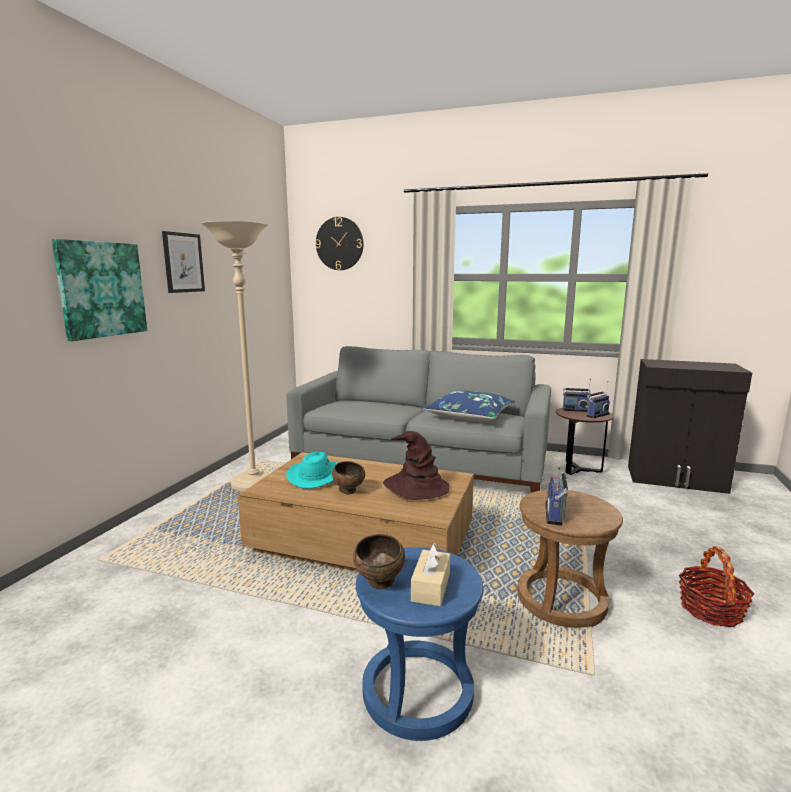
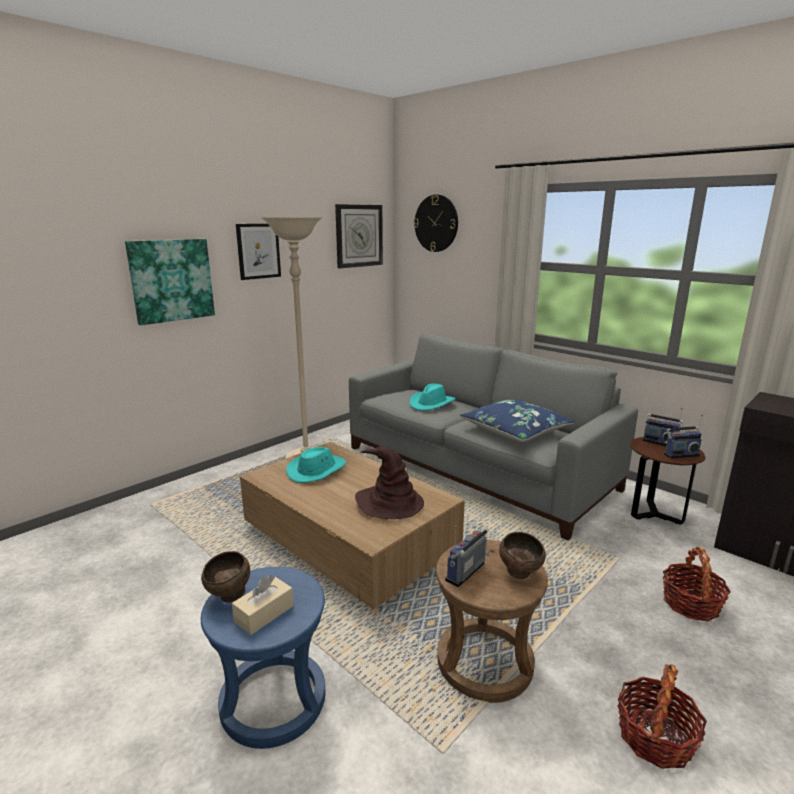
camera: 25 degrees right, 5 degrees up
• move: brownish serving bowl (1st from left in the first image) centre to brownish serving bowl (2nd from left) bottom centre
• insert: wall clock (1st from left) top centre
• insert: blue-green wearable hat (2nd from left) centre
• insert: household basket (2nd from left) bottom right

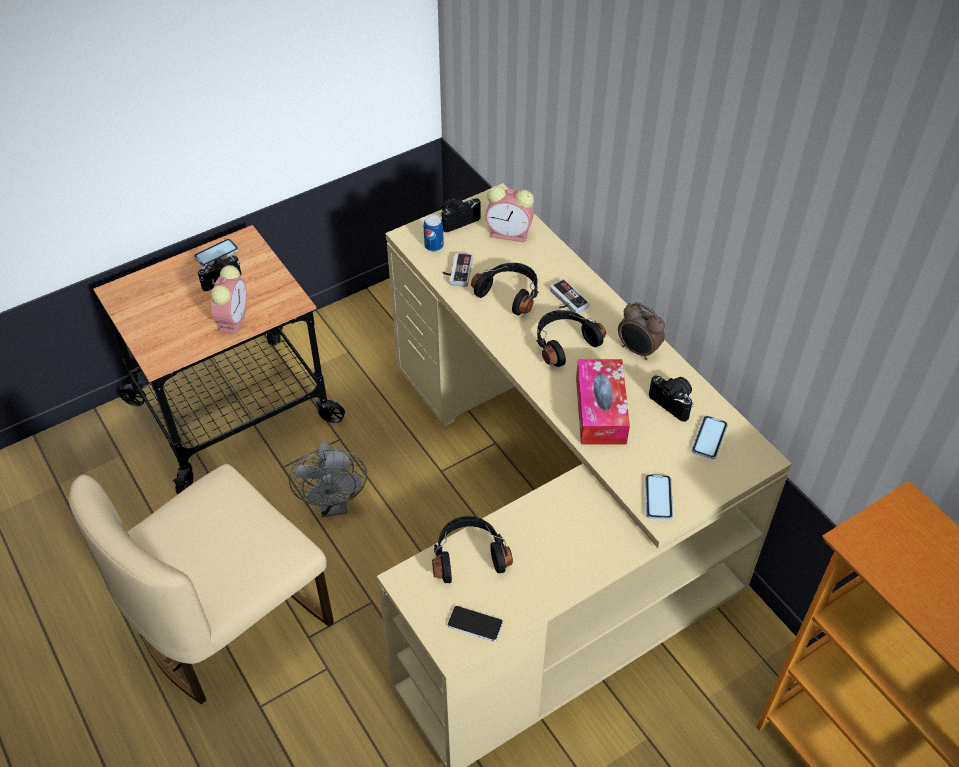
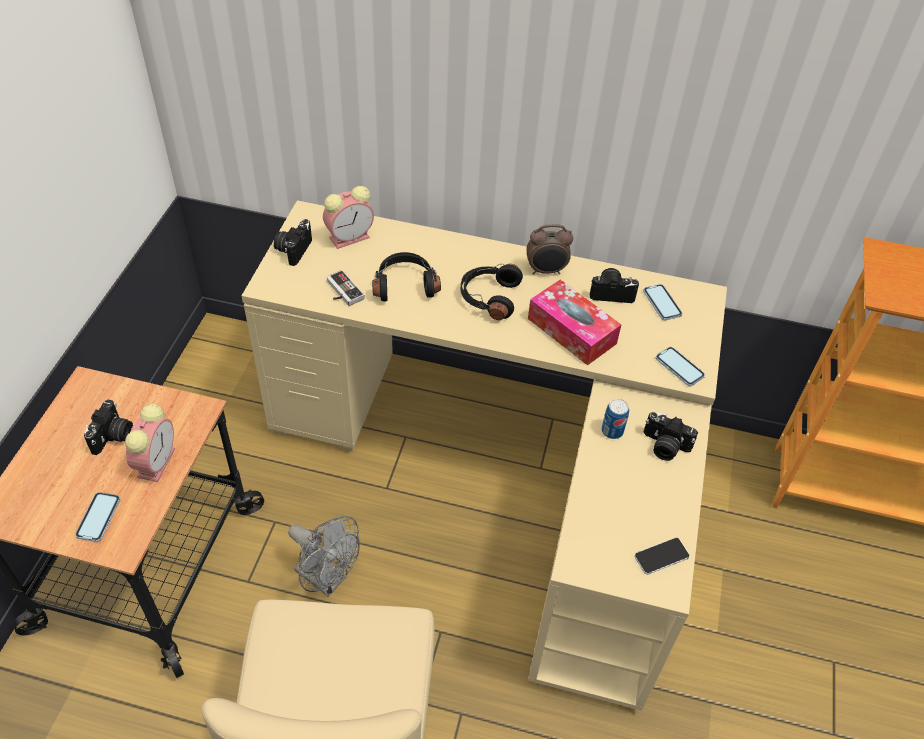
camera: 45 degrees left, 0 degrees up
• move: metal can top centre to centre
• move: phone (1st from left) top left to bottom left
• rotate: bedside clock (1st from left) middle left = middle left 45 degrees clockwise
• delete: game controller (2nd from left) centre
• delete: black headphones (1st from left) bottom centre
• insert: still camera (4th from left) middle right

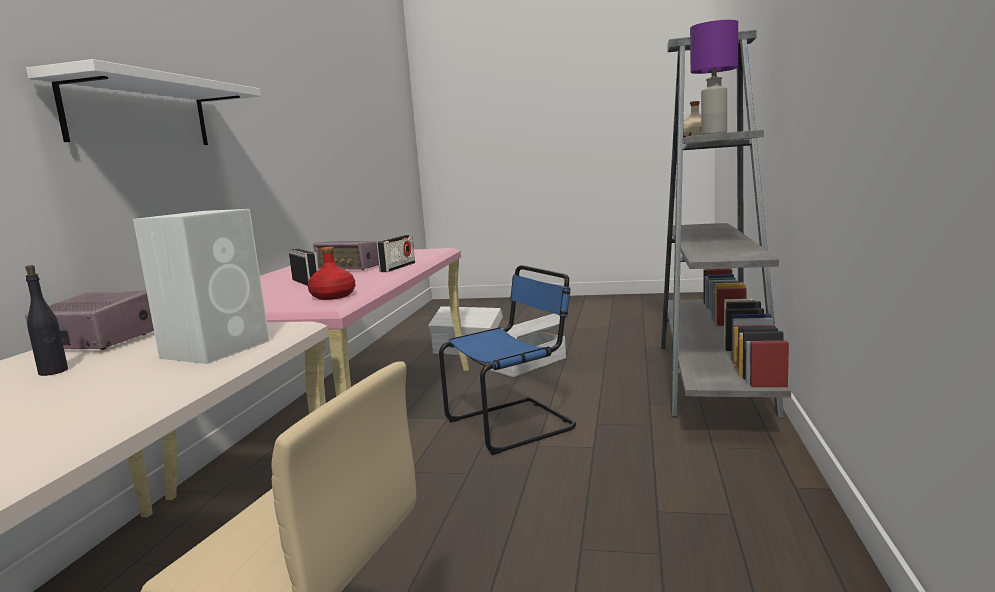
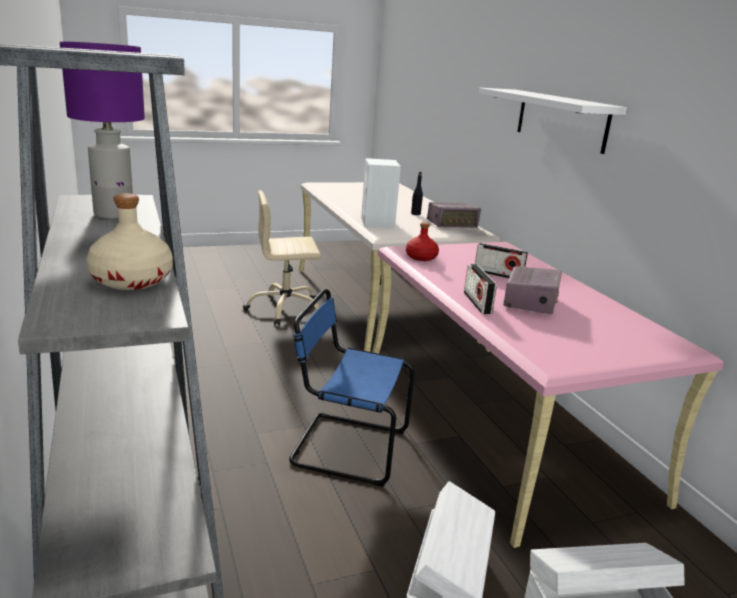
camera: 145 degrees right, 10 degrees up
• rotate: radio set (3rd from left in the first image) centre = middle right 120 degrees clockwise
• rotate: bluish plain chair centre = centre 75 degrees clockwise

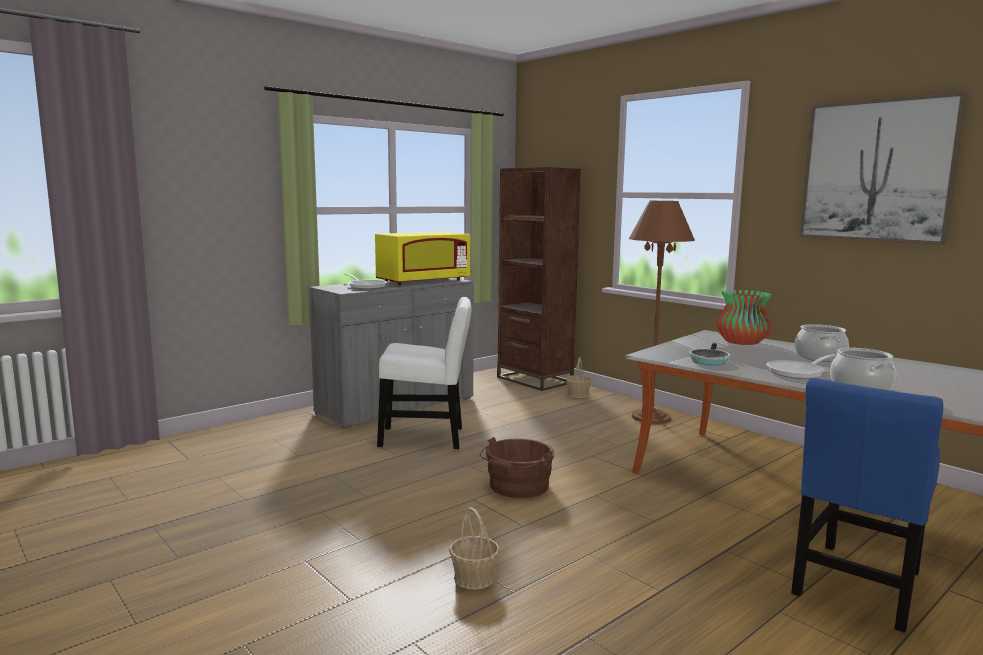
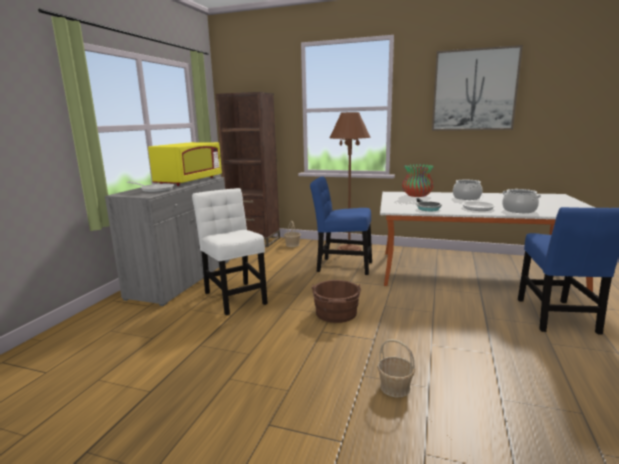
camera: 30 degrees left, 5 degrees up
• rotate: white-coloured plain chair centre = centre 90 degrees counterclockwise
• insert: bluish plain chair (1st from left) centre

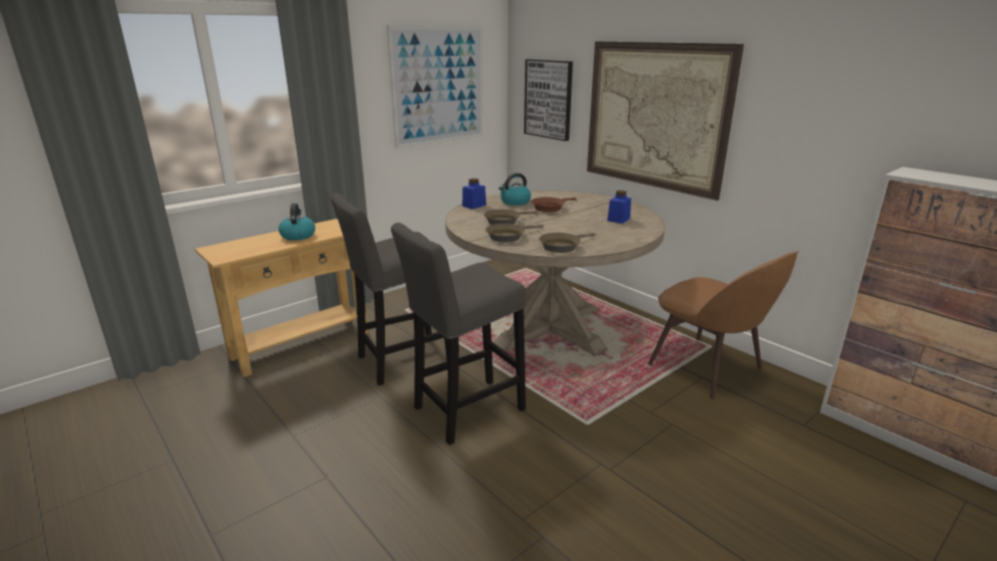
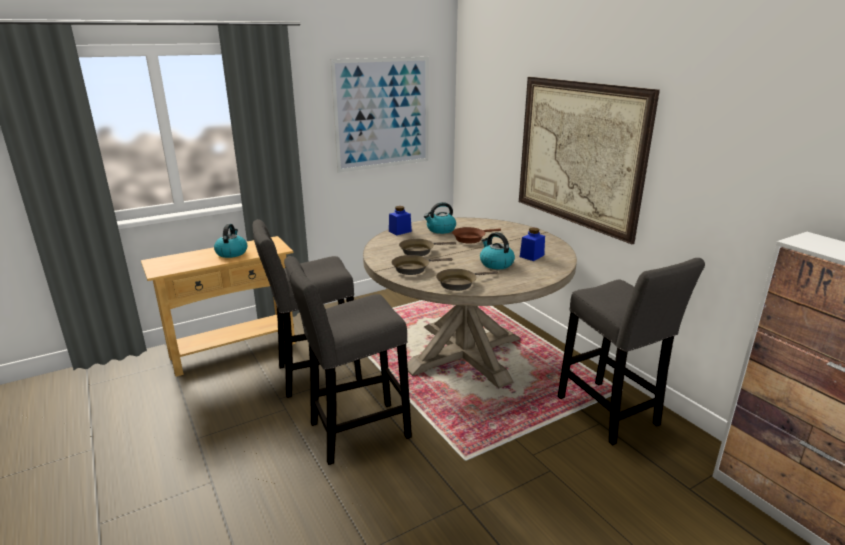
camera: 10 degrees right, 0 degrees up
• delete: wall art (2nd from left) top centre
• replace: brownish plain chair middle right to gray stool seat (3rd from left) middle right
• insert: water kettle (3rd from left) centre

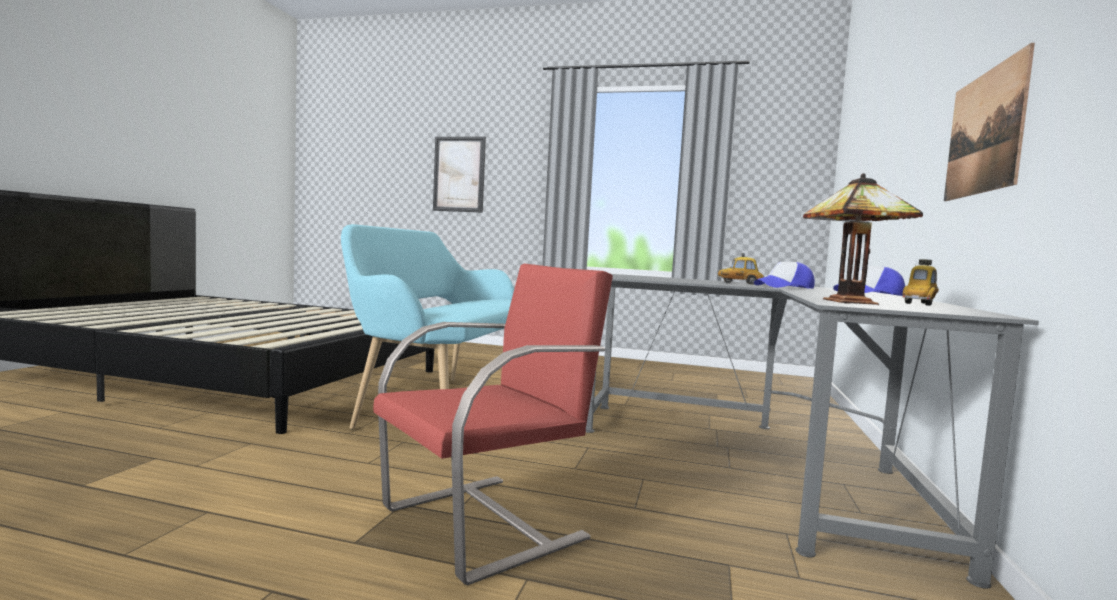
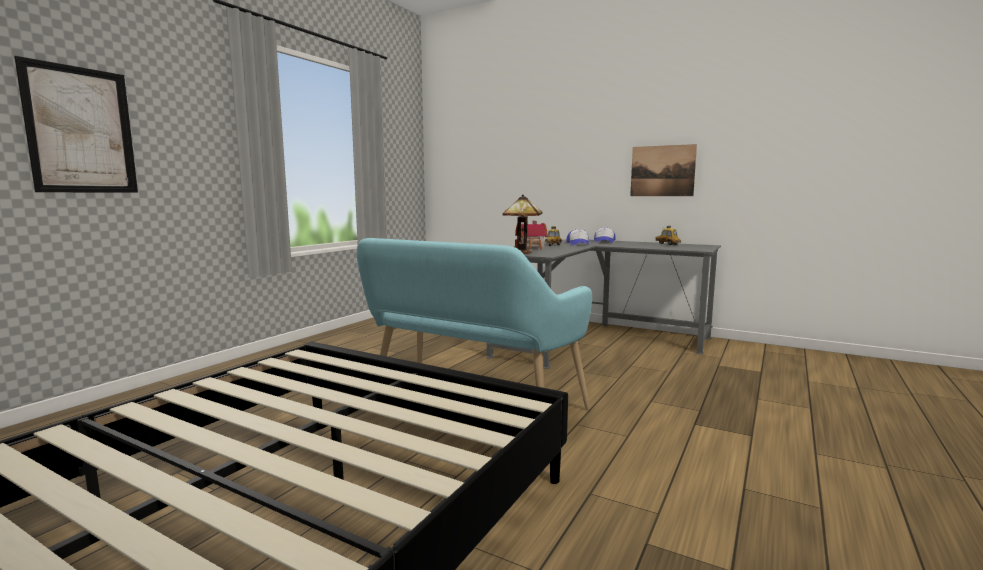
camera: 75 degrees left, 5 degrees up
• move: lamp for a table middle right to centre
• delete: reddish plain chair bottom centre
• insert: model house centre

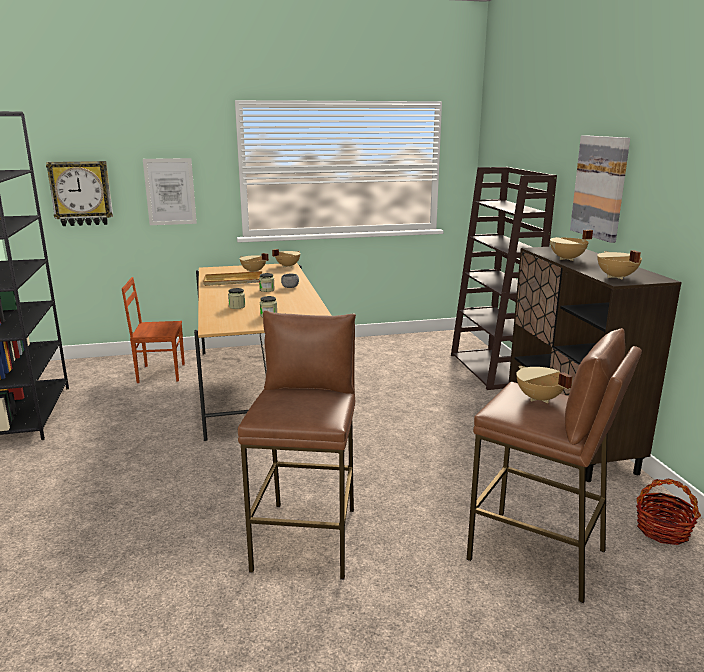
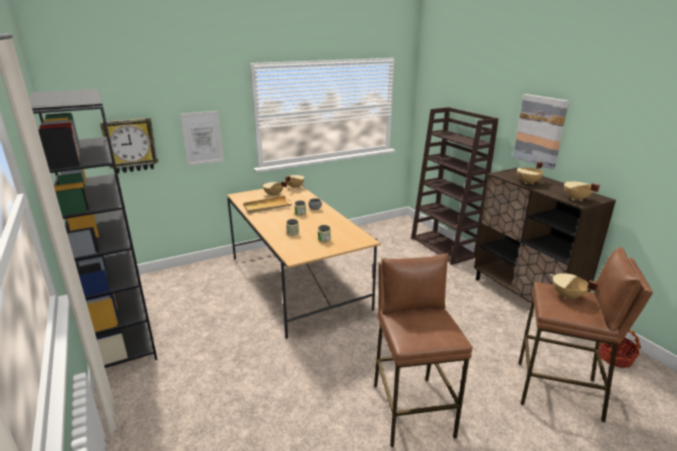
camera: 15 degrees left, 5 degrees up
• delete: brownish plain chair middle left

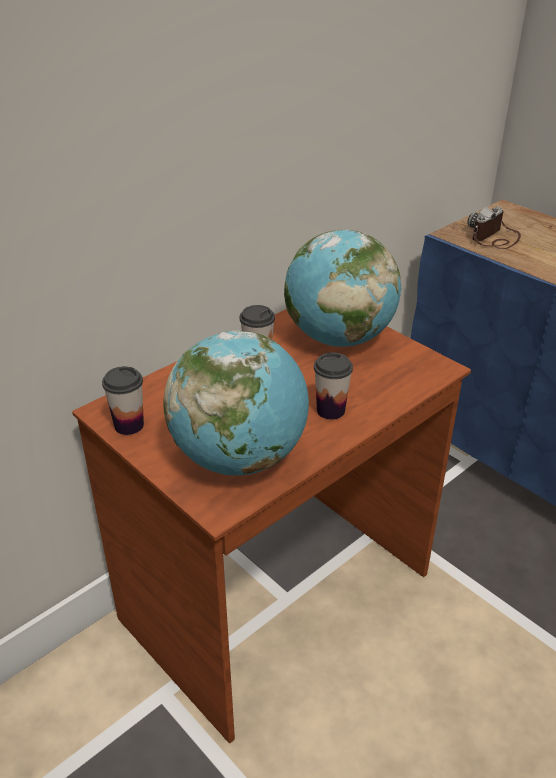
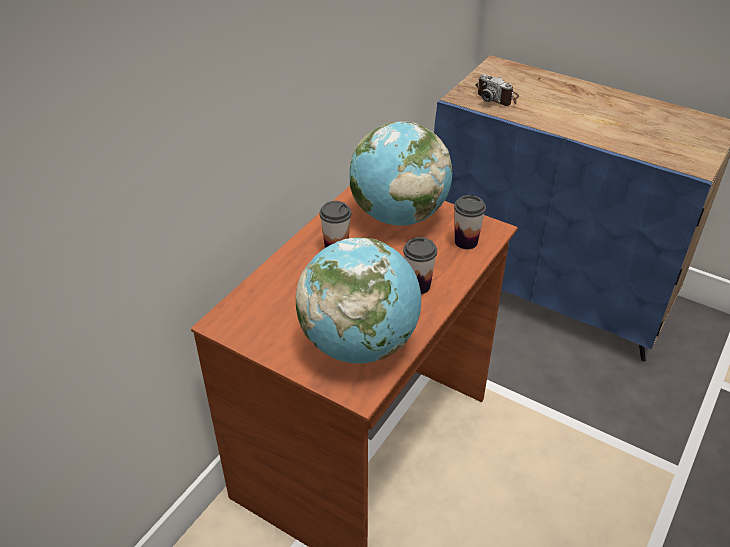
camera: 15 degrees left, 5 degrees up
• rotate: still camera top right = top right 75 degrees counterclockwise
• move: drinking cup (1st from left in the first image) middle left to drinking cup (3rd from left) centre

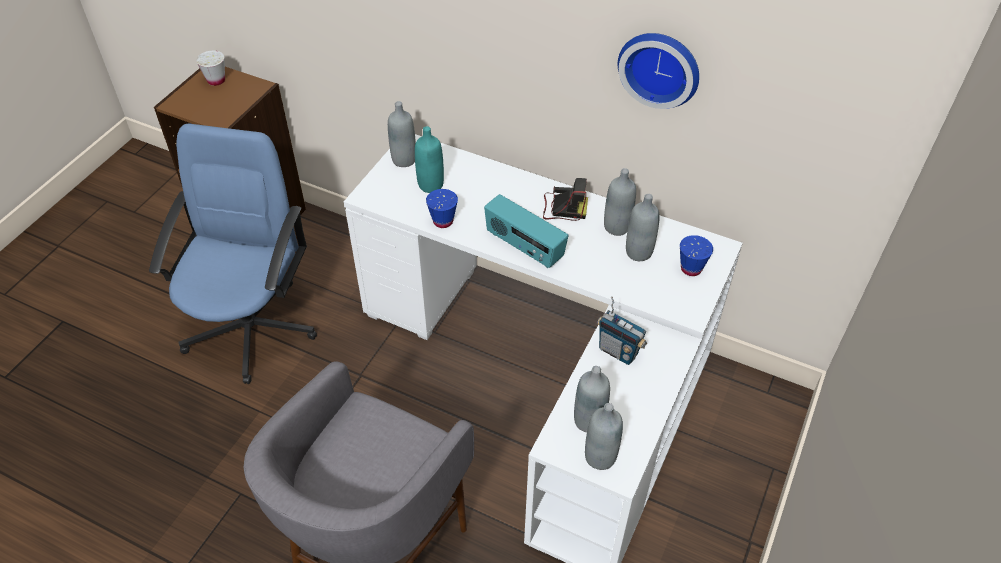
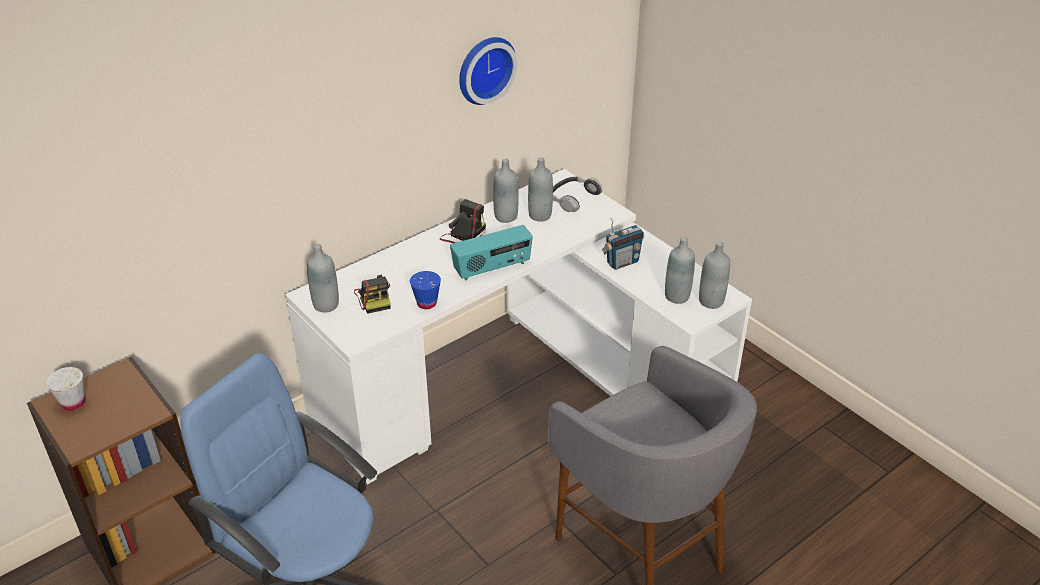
camera: 65 degrees left, 10 degrees down
• replace: blue-green bottle top centre to still camera (1st from left) centre
• replace: bluish drinking cup (2nd from left) middle right to headphones centre

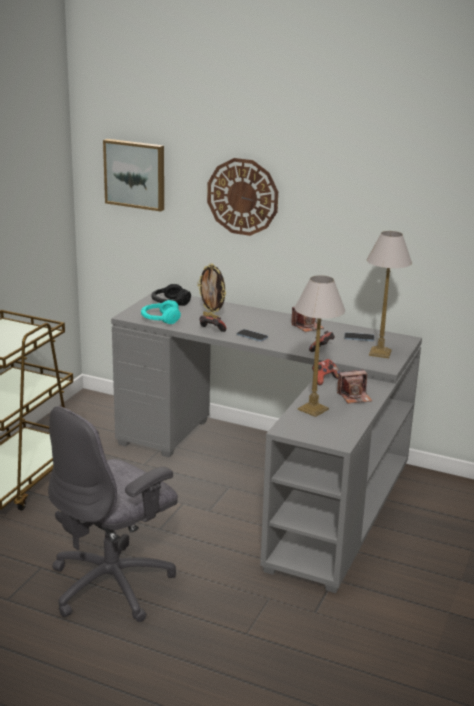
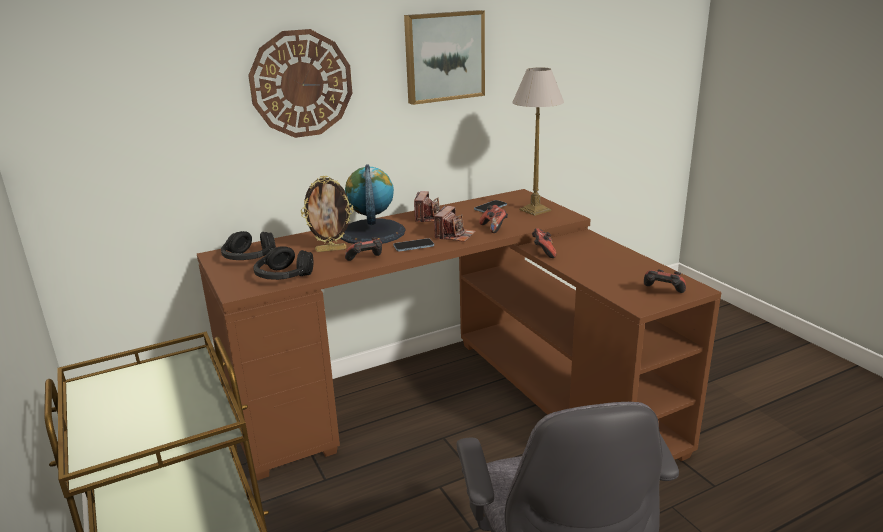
camera: 50 degrees left, 0 degrees up
• move: wall art top left to top centre
• delete: lamp for a table (1st from left) middle right
• recolor: gray desk table centre to brownish desk table centre
• recolor: blue-green headphones centre to black headphones (2nd from left) middle left
• move: still camera (2nd from left) middle right to centre
• insert: world globe centre
• insert: game controller (4th from left) middle right

